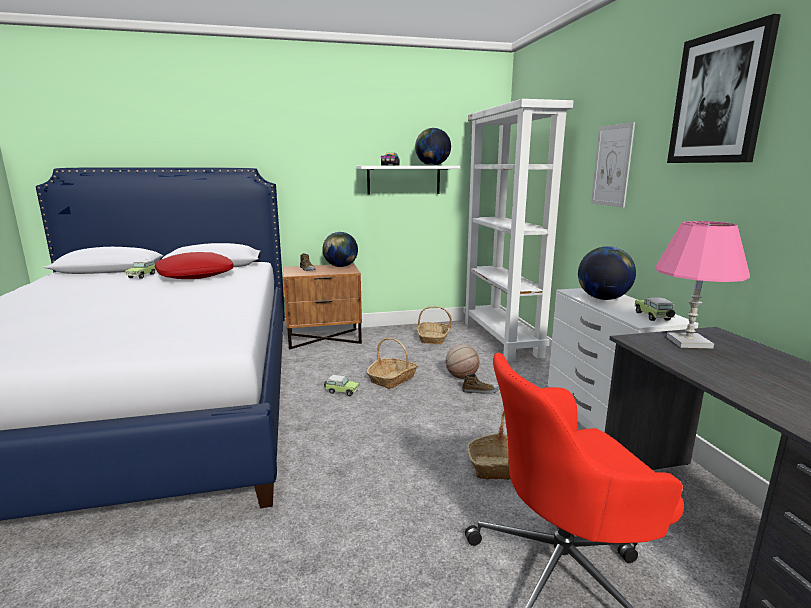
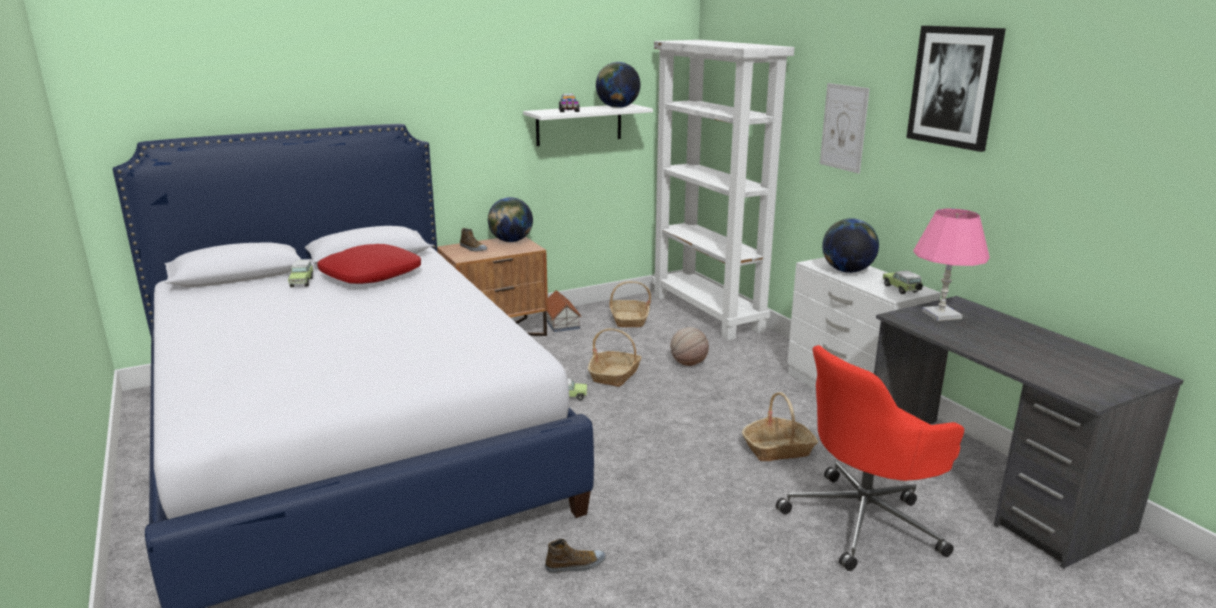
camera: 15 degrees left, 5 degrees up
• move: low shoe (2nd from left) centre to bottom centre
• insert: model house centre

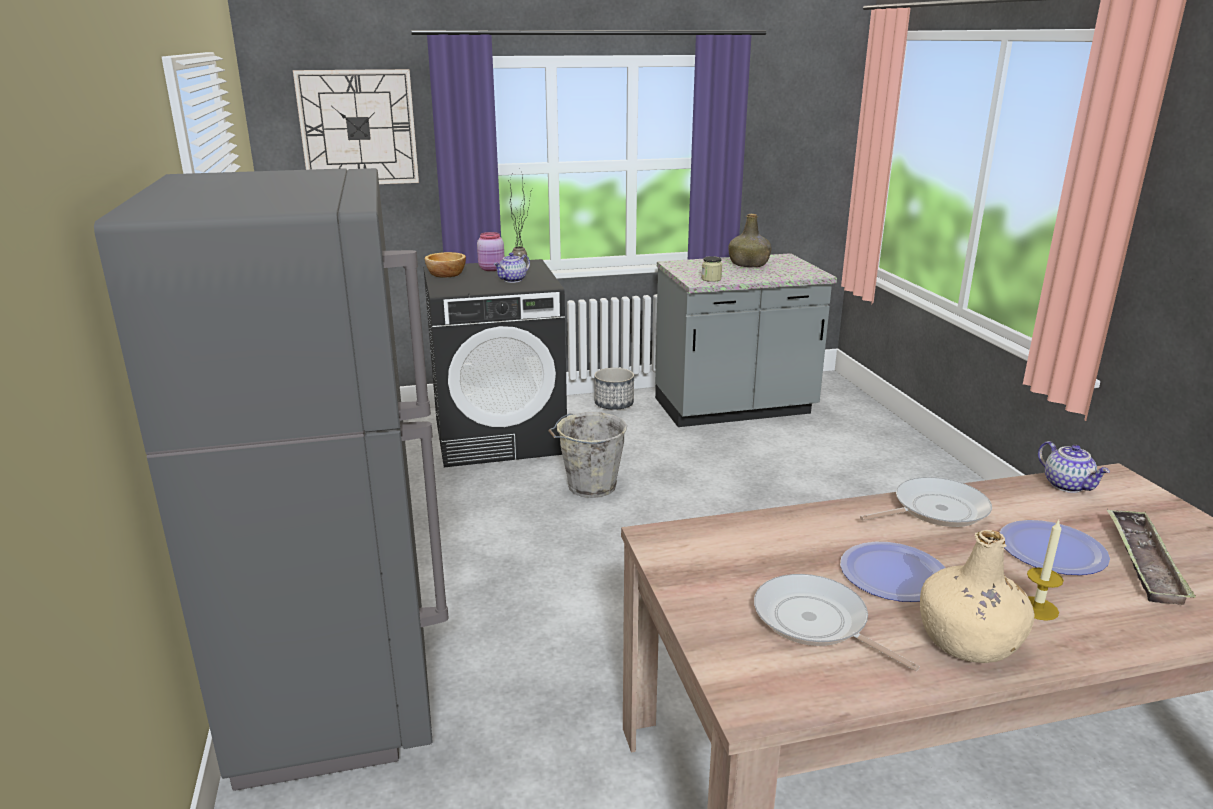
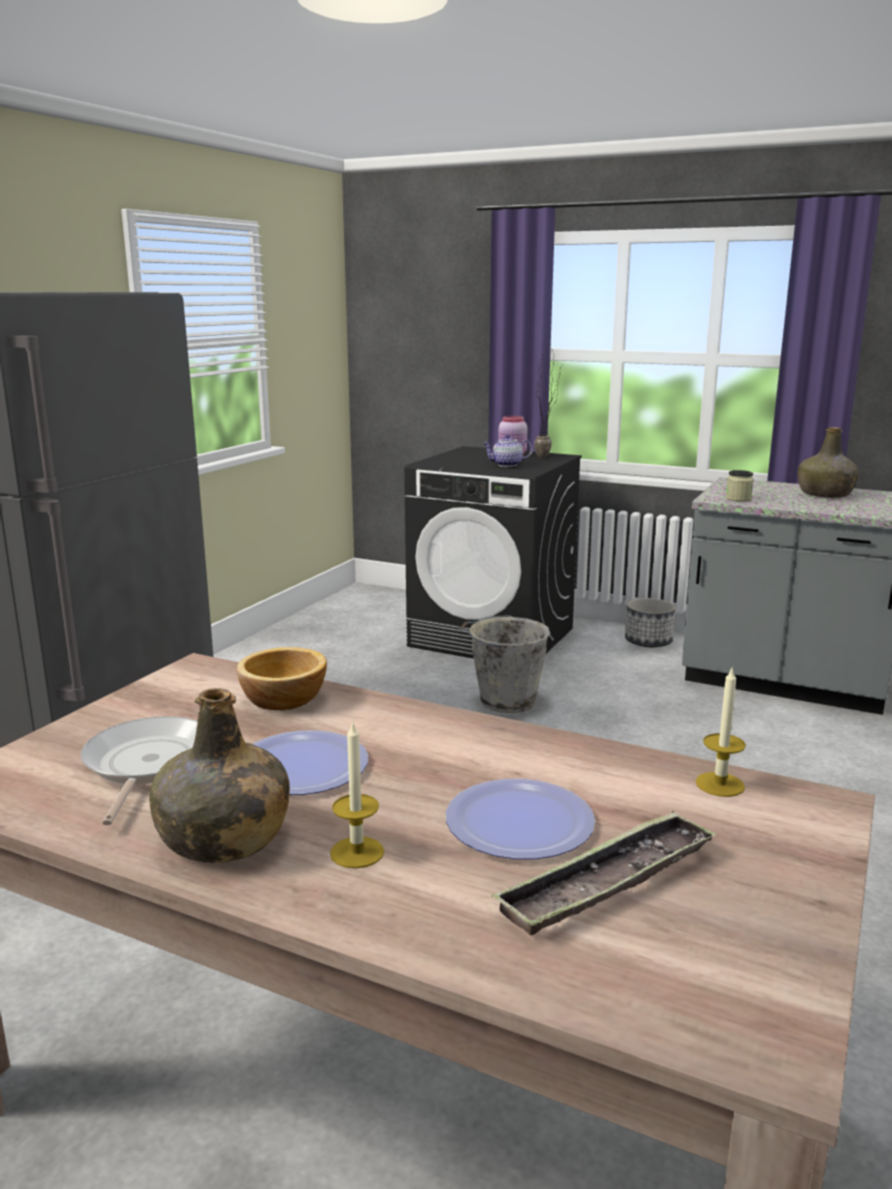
camera: 40 degrees right, 5 degrees down
• delete: wall clock top left
• move: serving bowl top centre to middle left
• replace: teapot (2nd from left) middle right to candle (2nd from left) middle right
• delete: skillet (2nd from left) middle right
• recolor: sand-coloured bottle bottom right to green-coloured bottle (1st from left) middle left

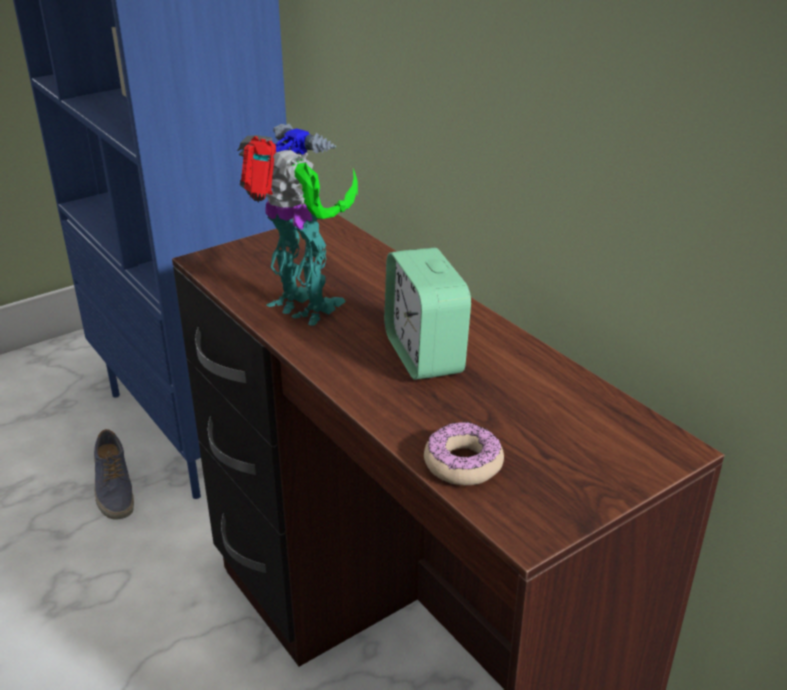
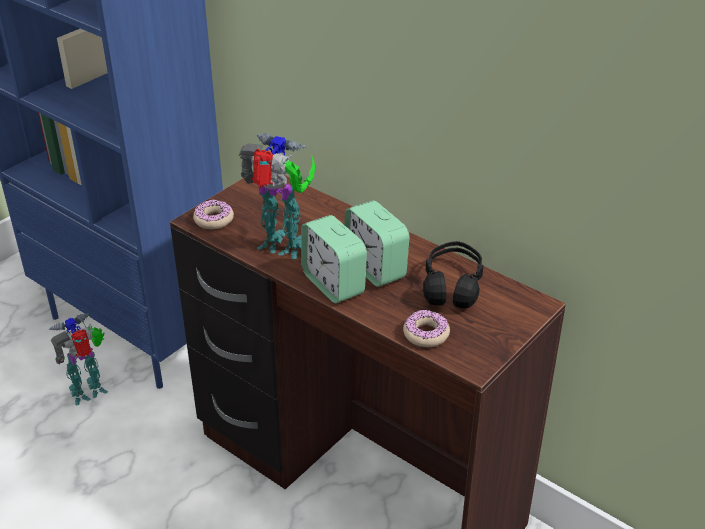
camera: 15 degrees left, 5 degrees up
• replace: low shoe bottom left to robot figure (1st from left) bottom left
• insert: ring doughnut (1st from left) middle left
• insert: bedside clock (1st from left) centre
• insert: black headphones centre

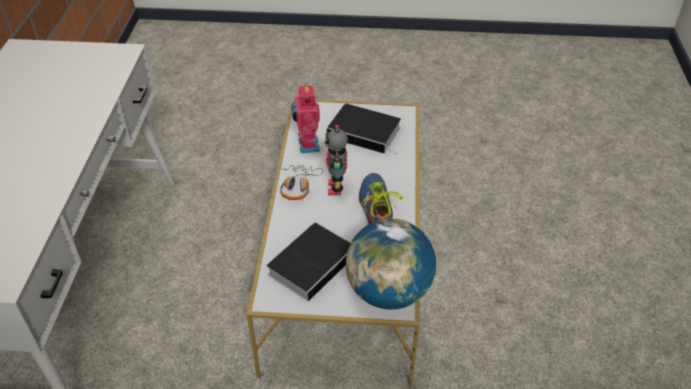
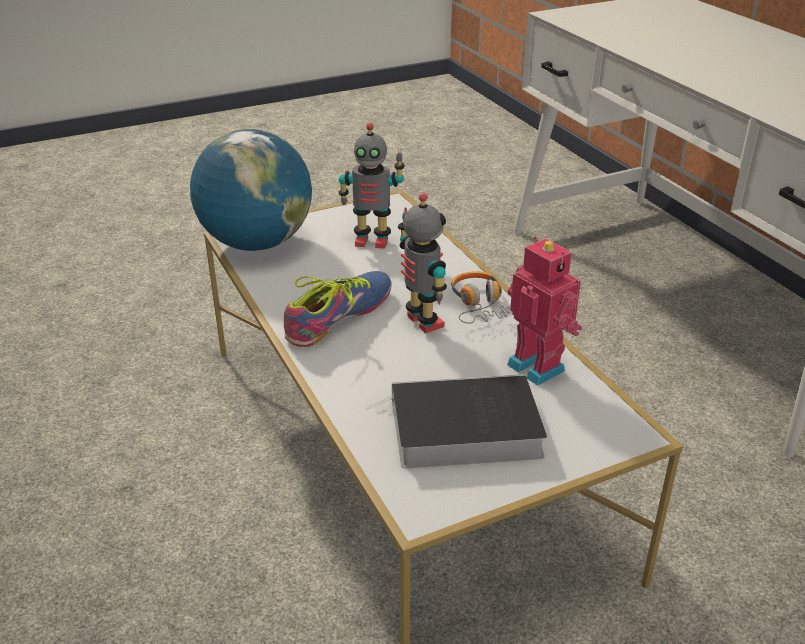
camera: 150 degrees right, 10 degrees down
• rotate: low shoe centre = centre 105 degrees counterclockwise
• replace: bound book (1st from left) bottom centre to robot figure (1st from left) top centre

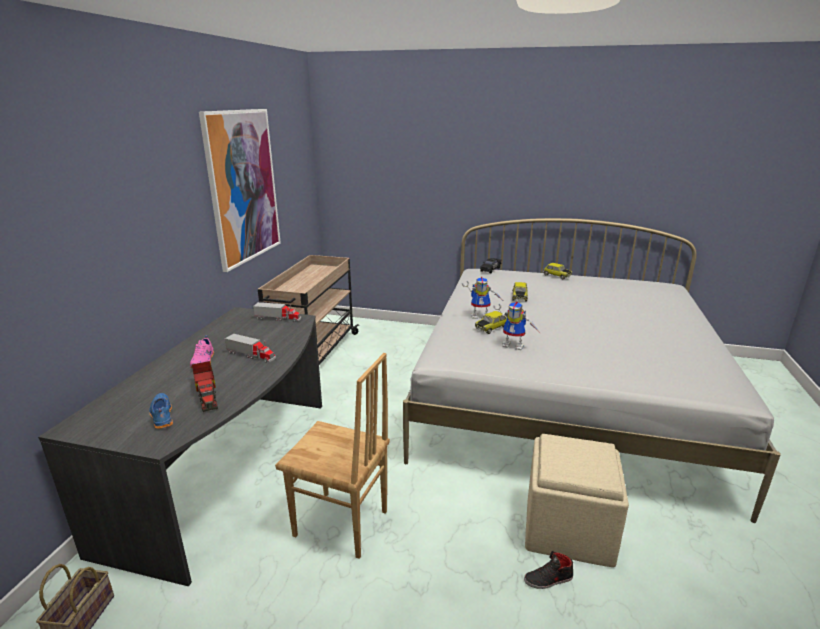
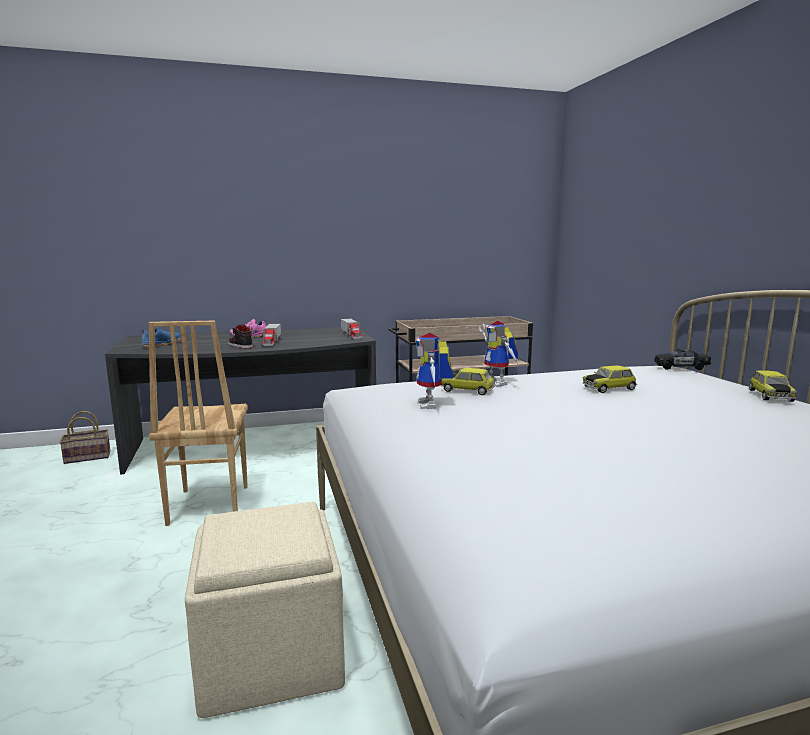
camera: 60 degrees right, 10 degrees down
• delete: wall art top left
• delete: toy truck (1st from left) middle left
• move: black low shoe bottom right to middle left

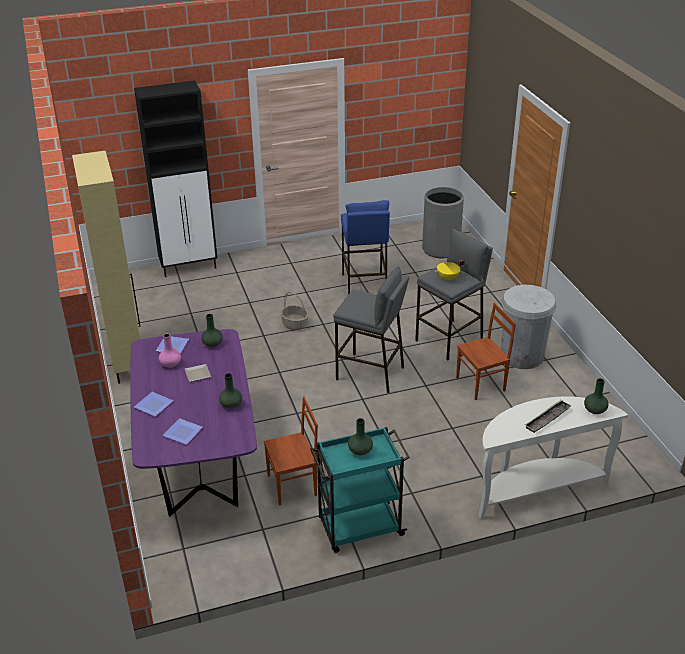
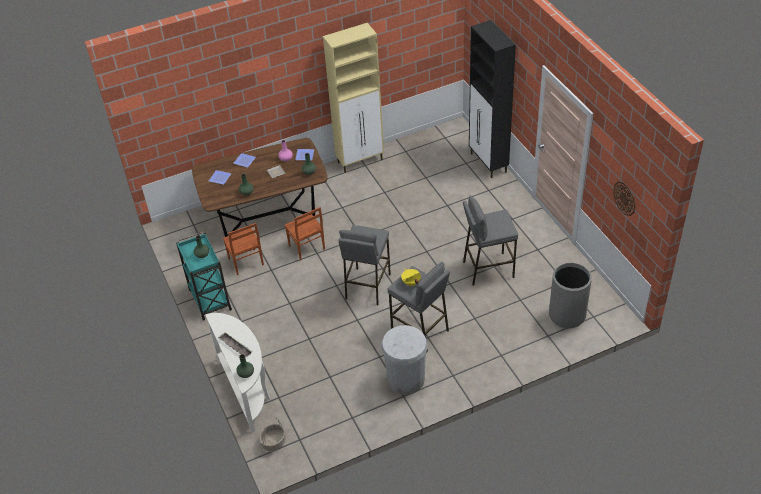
camera: 85 degrees right, 10 degrees up
• recolor: bluish stool seat centre to gray stool seat (3rd from left) centre
• move: household basket centre to bottom centre
• move: brownish plain chair (2nd from left) middle right to centre
• recolor: purple dining table middle left to brownish dining table centre
• insert: wall clock middle right

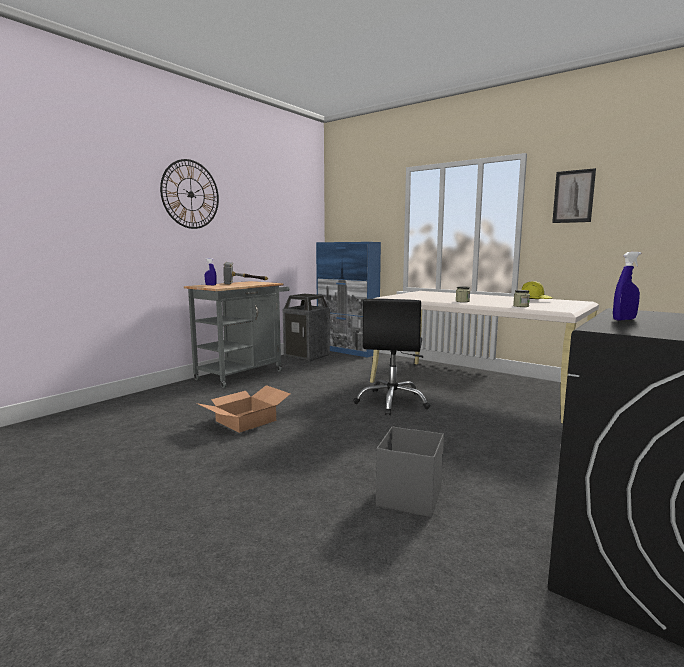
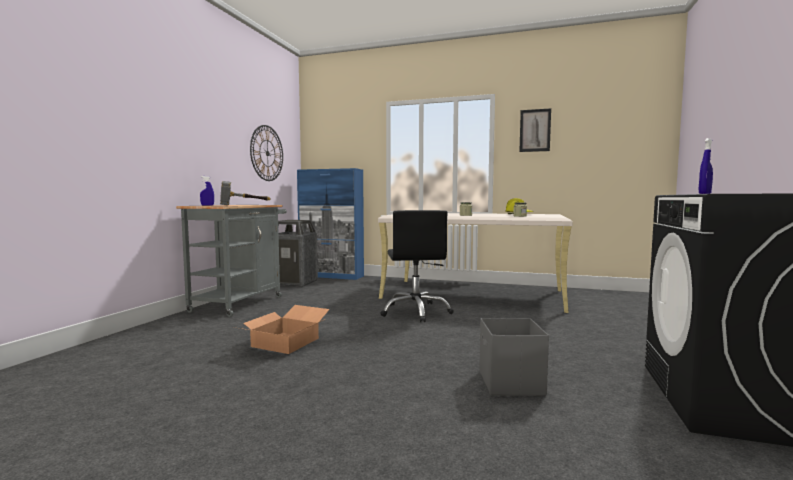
camera: 20 degrees left, 5 degrees down
• move: wall clock top left to top centre

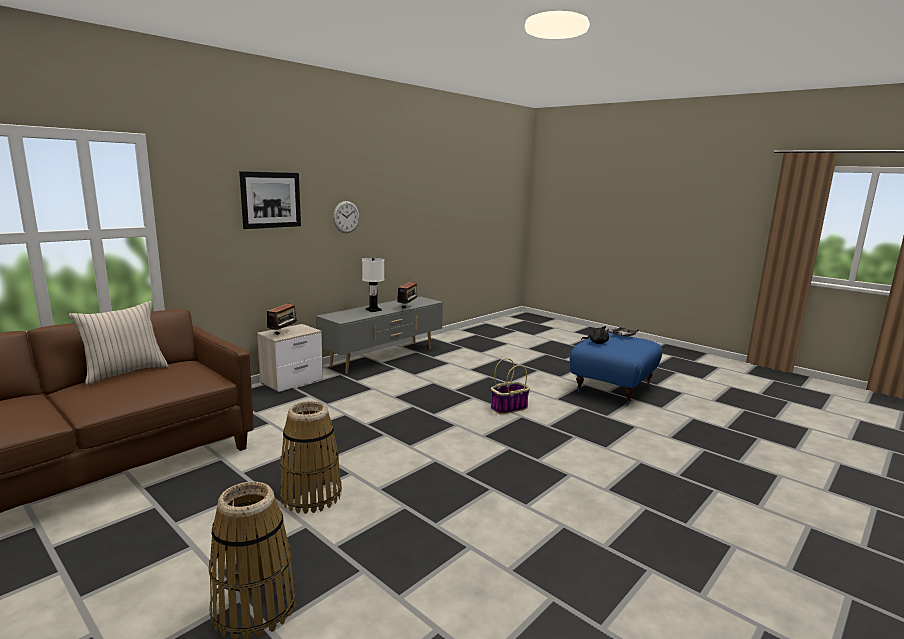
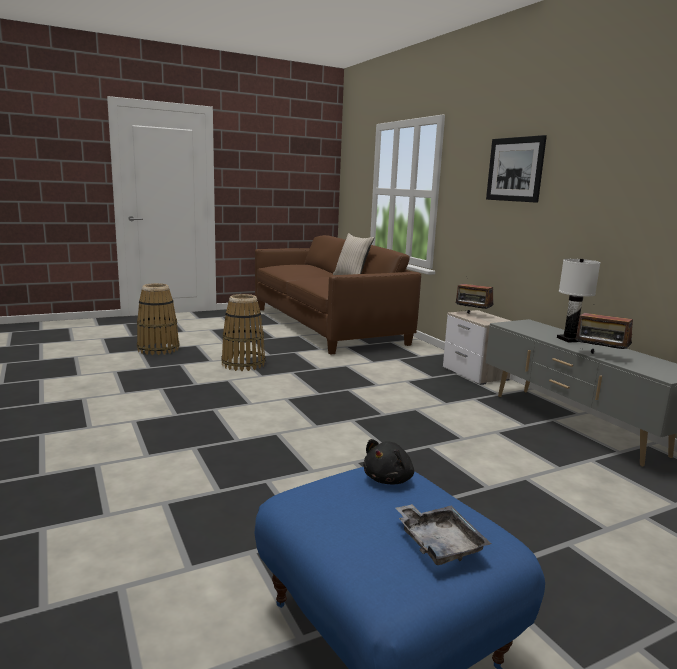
camera: 110 degrees right, 0 degrees up
• delete: wall clock centre
• delete: household basket (3rd from left) centre

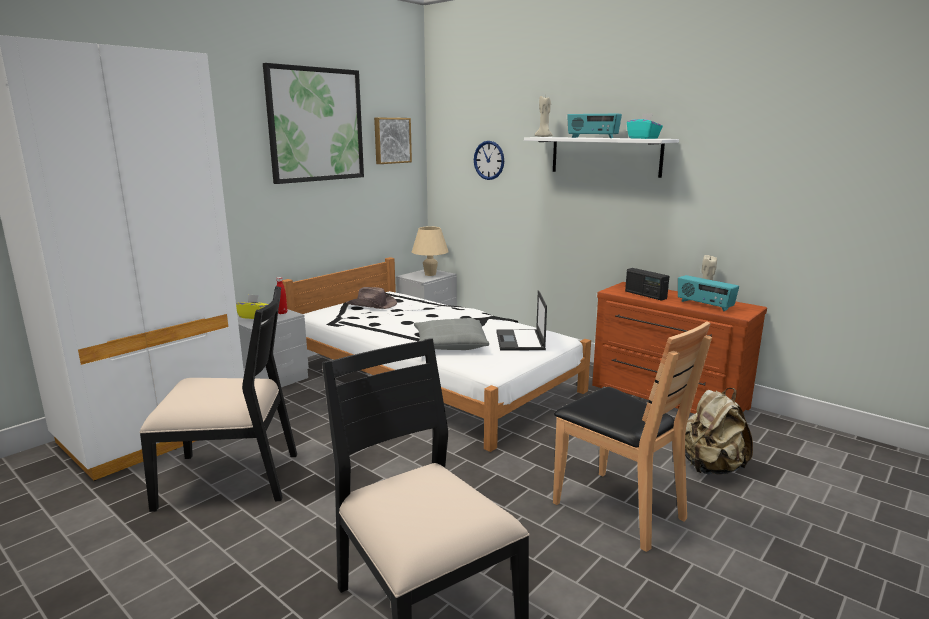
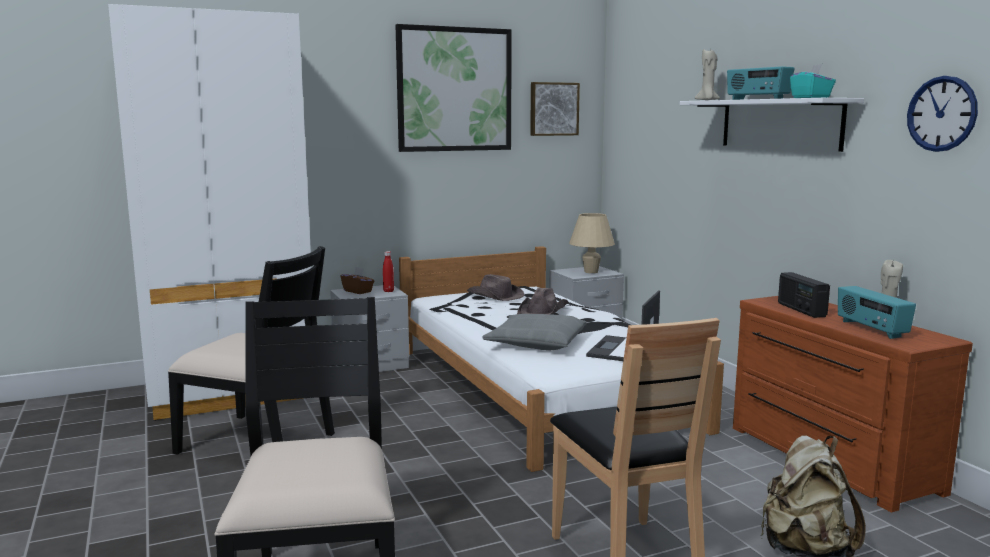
camera: 25 degrees right, 5 degrees down
• move: wall clock top centre to top right
• recolor: yellow tissue box middle left to brownish tissue box centre
• insert: brownish wearable hat (2nd from left) centre

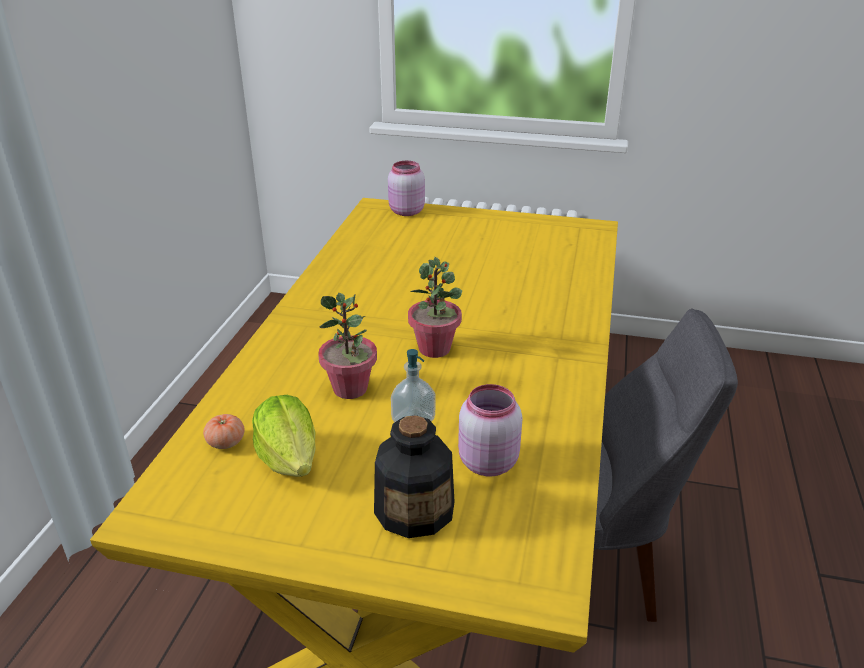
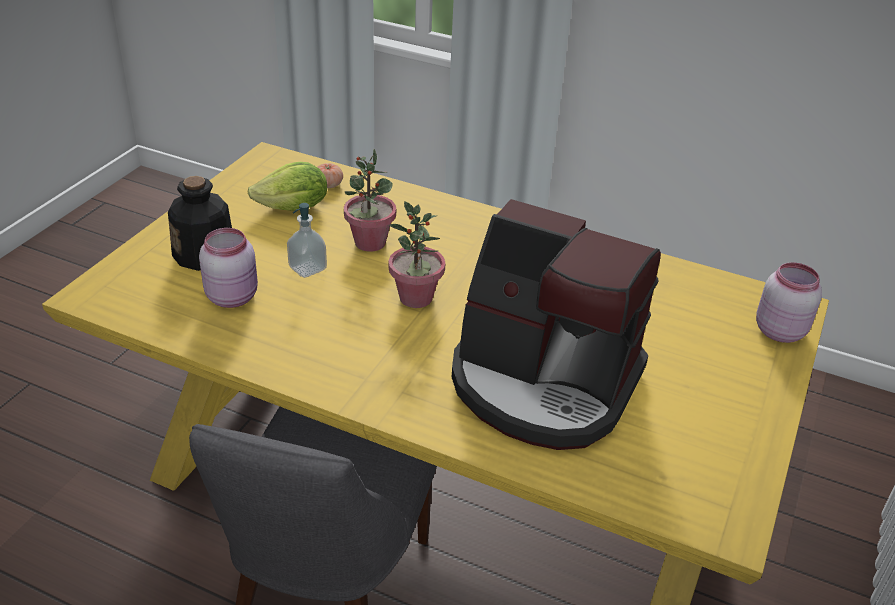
camera: 100 degrees right, 5 degrees up
• insert: coffee maker centre

